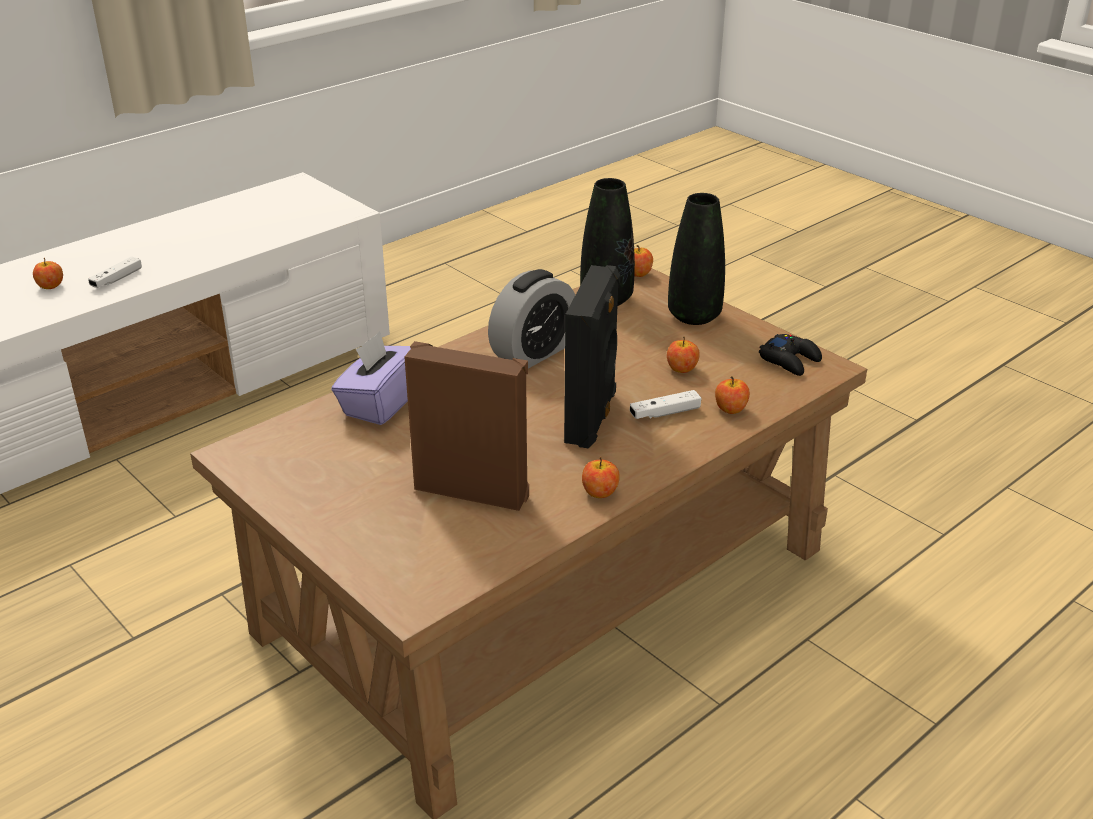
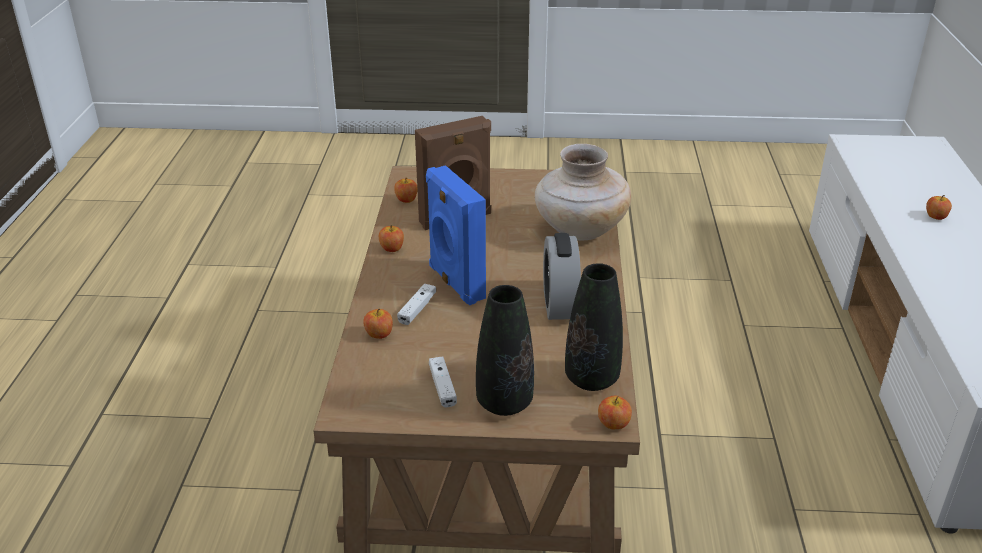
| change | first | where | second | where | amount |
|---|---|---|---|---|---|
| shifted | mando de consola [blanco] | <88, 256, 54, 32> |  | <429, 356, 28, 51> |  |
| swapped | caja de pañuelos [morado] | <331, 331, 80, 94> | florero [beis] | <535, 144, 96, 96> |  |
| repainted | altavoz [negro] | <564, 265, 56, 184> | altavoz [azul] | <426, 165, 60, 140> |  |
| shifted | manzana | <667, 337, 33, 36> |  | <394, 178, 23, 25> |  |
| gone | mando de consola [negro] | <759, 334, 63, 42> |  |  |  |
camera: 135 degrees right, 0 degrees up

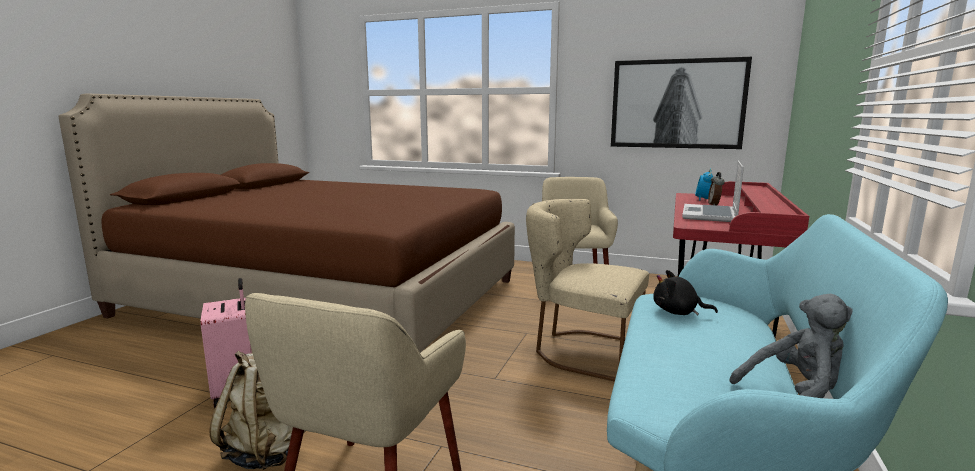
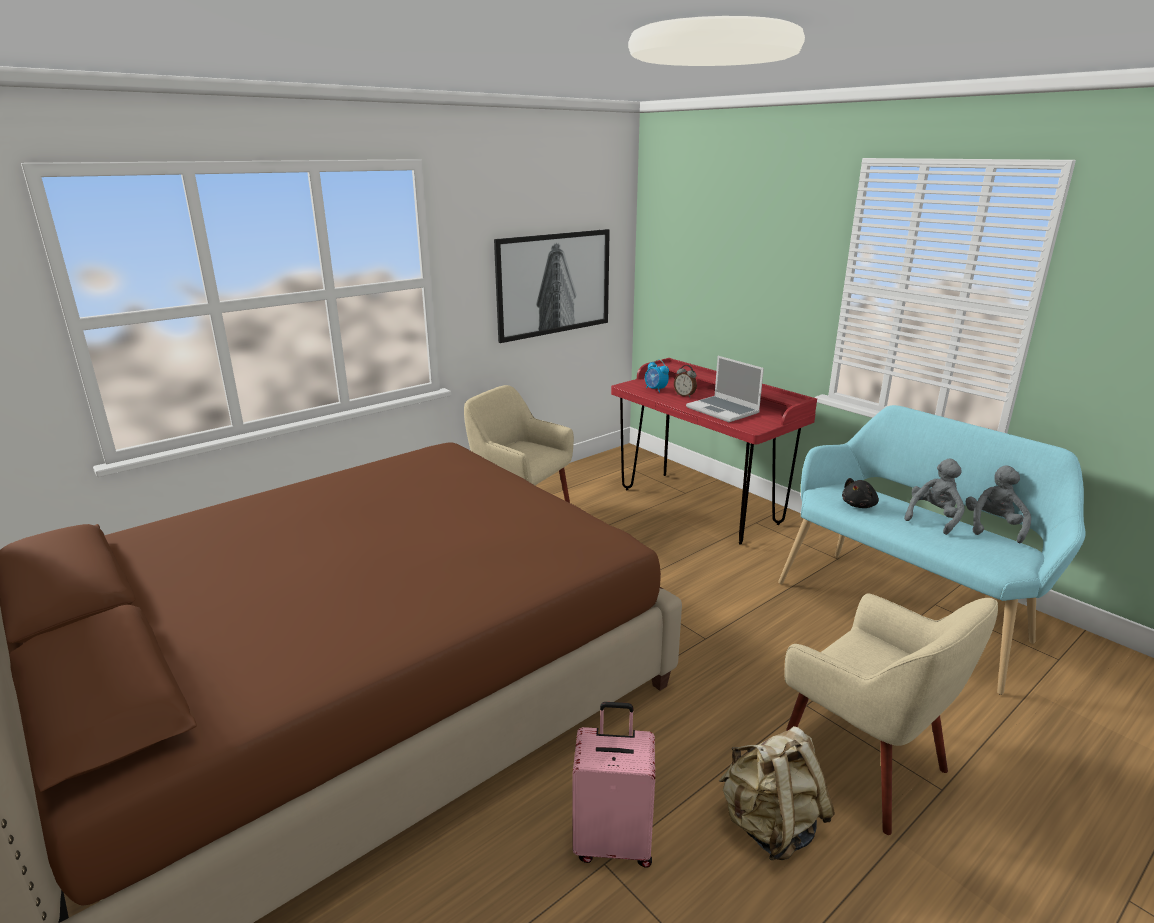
| change | first | where | second | where | amount |
|---|---|---|---|---|---|
| gone | silla [beis] | <526, 199, 123, 183> |  |  |  |
| new |  |  | peluche [gris] | <904, 458, 61, 77> |  |
camera: 60 degrees left, 10 degrees up

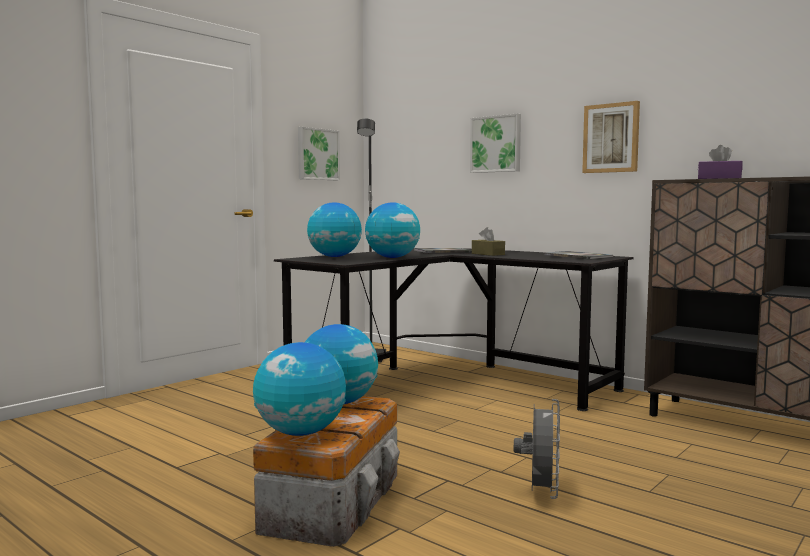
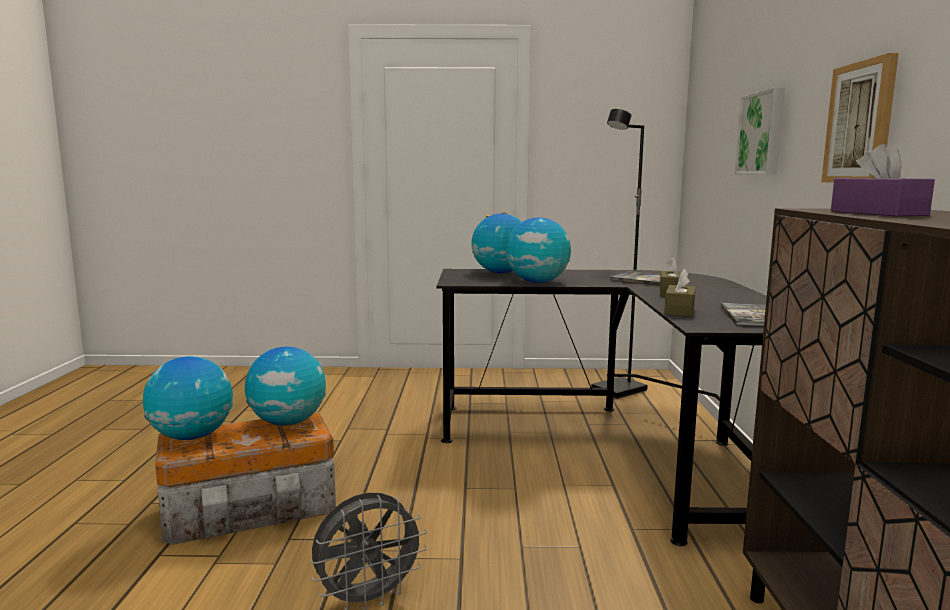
| change | first | where | second | where | amount |
|---|---|---|---|---|---|
| gone | cuadro | <298, 127, 42, 53> |  |  |  |
| new |  |  | caja de pañuelos [marrón] | <664, 269, 32, 48> |  |
camera: 50 degrees right, 5 degrees up

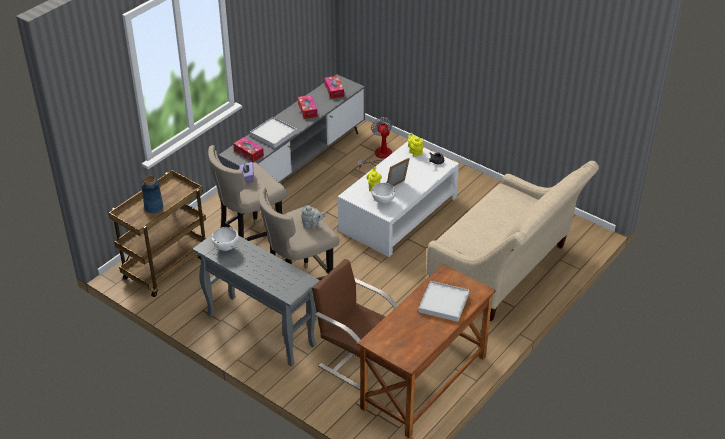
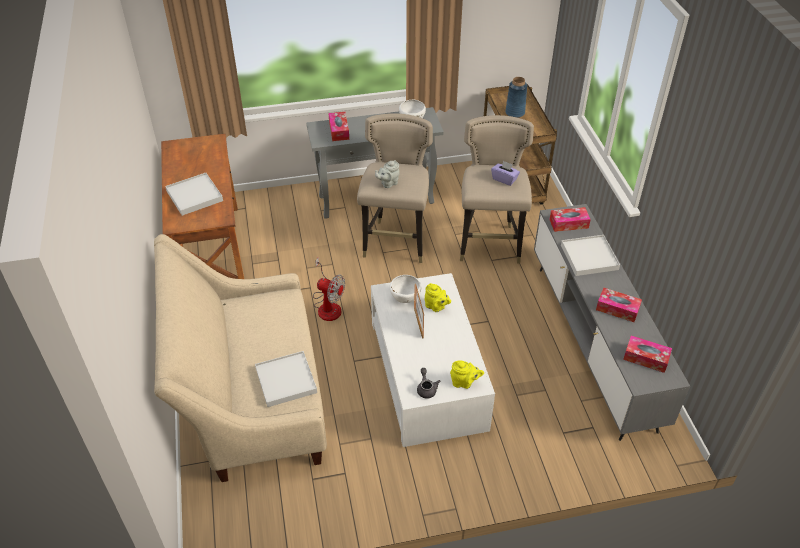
| change | first | where | second | where | amount |
|---|---|---|---|---|---|
| gone | silla [marrón] | <312, 259, 86, 131> |  |  |  |
| shifted | ventilador | <359, 117, 33, 53> |  | <313, 257, 32, 64> |  |
| new |  |  | bandeja [blanco] | <255, 351, 62, 56> |  |
| new |  |  | caja de pañuelos | <328, 112, 21, 29> |  |
camera: 130 degrees right, 5 degrees up

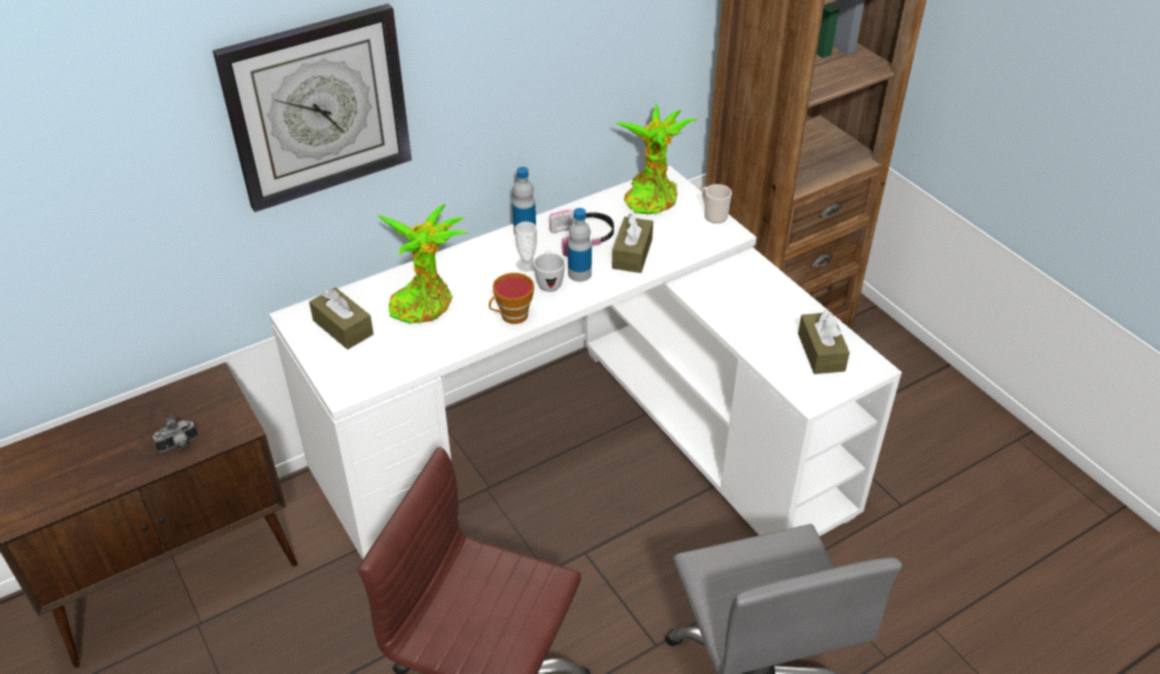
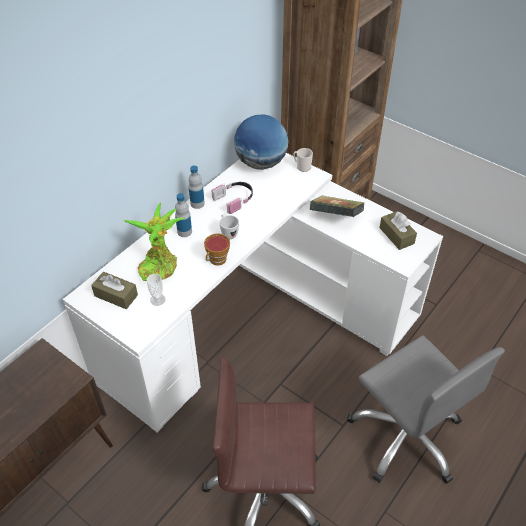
| change | first | where | second | where | amount |
|---|---|---|---|---|---|
| gone | cámara | <153, 415, 45, 37> |  |  |  |
| gone | reloj de pared | <213, 3, 199, 209> |  |  |  |
| shifted | taza | <515, 222, 22, 49> |  | <147, 274, 19, 32> |  |
| shifted | botella | <568, 208, 24, 74> |  | <175, 193, 17, 44> |  |
| gone | caja de pañuelos [marrón] | <612, 213, 41, 60> |  |  |  |
| swapped | planta en maceta | <615, 104, 82, 110> | globo terráqueo | <234, 114, 54, 56> |  |
| new |  |  | libro | <310, 195, 54, 22> |  |
camera: 20 degrees left, 5 degrees up

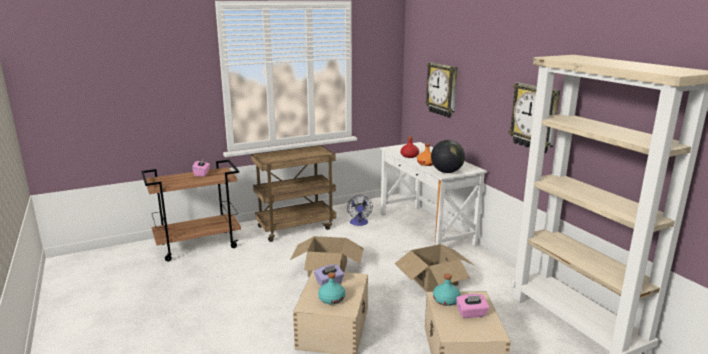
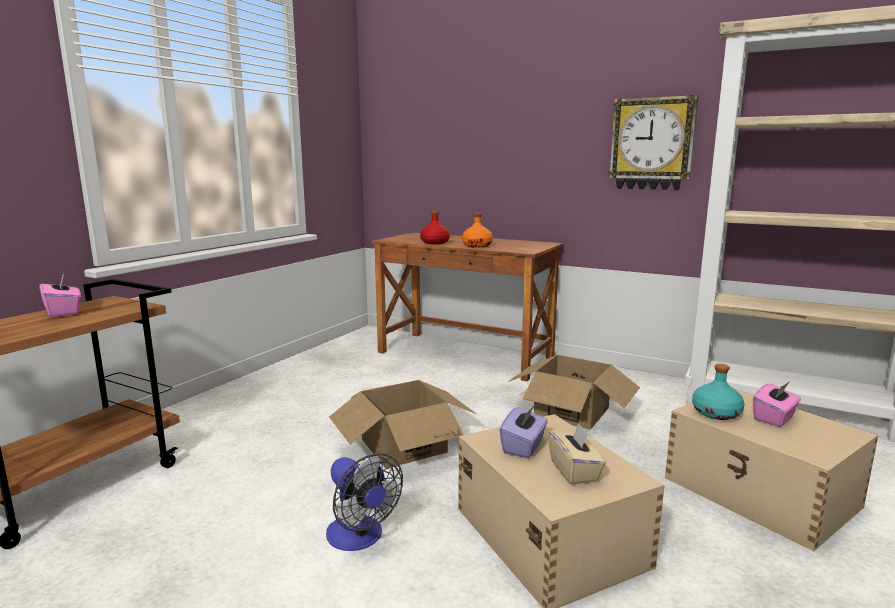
| change | first | where | second | where | amount |
|---|---|---|---|---|---|
| gone | carrito [marrón] | <251, 145, 85, 97> |  |  |  |
| swapped | botella [turquesa] | <318, 272, 27, 33> | caja de pañuelos [beis] | <548, 423, 58, 61> |  |
| shifted | ventilador | <347, 195, 26, 31> |  | <326, 453, 77, 98> |  |
| repainted | escritorio [blanco] | <380, 142, 107, 104> | escritorio [marrón] | <371, 232, 192, 149> |  |
| gone | reloj de pared | <425, 62, 33, 56> |  |  |  |
| gone | globo terráqueo | <431, 140, 34, 33> |  |  |  |
camera: 35 degrees left, 5 degrees down

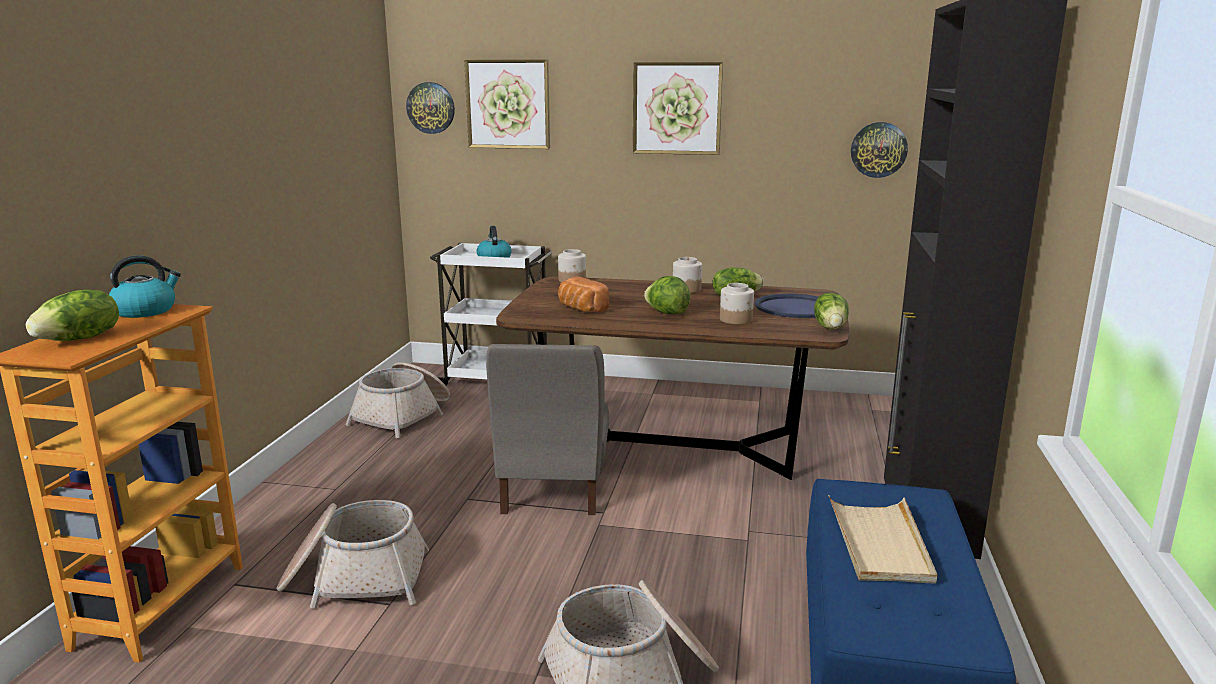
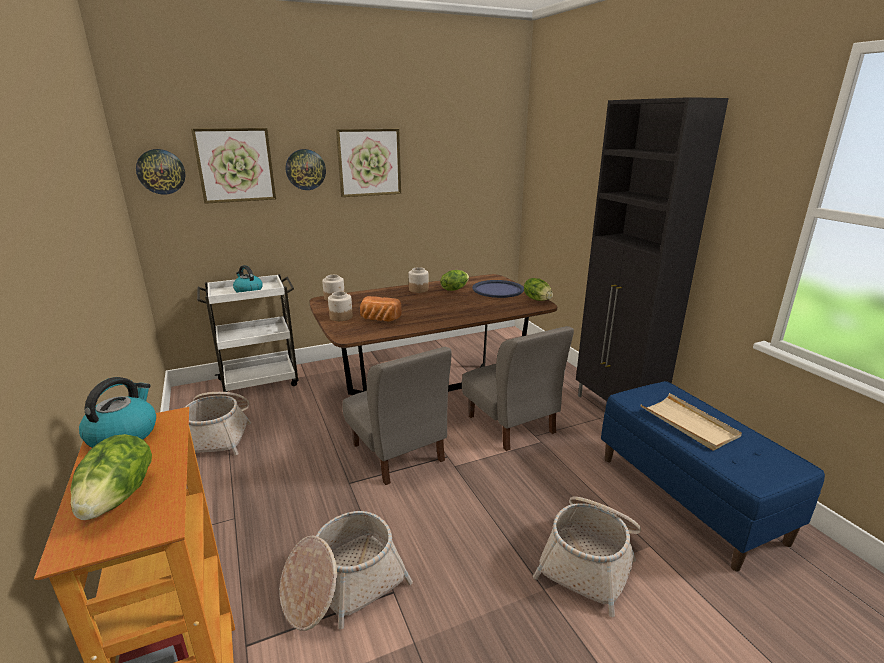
| change | first | where | second | where | amount |
|---|---|---|---|---|---|
| gone | lechuga | <644, 276, 47, 38> |  |  |  |
| shifted | tarro | <720, 283, 34, 41> |  | <328, 291, 25, 30> |  |
| shifted | reloj de pared | <851, 122, 57, 56> |  | <286, 149, 40, 41> |  |
| new |  |  | silla [gris] | <462, 326, 112, 125> |  |
camera: 35 degrees left, 5 degrees up

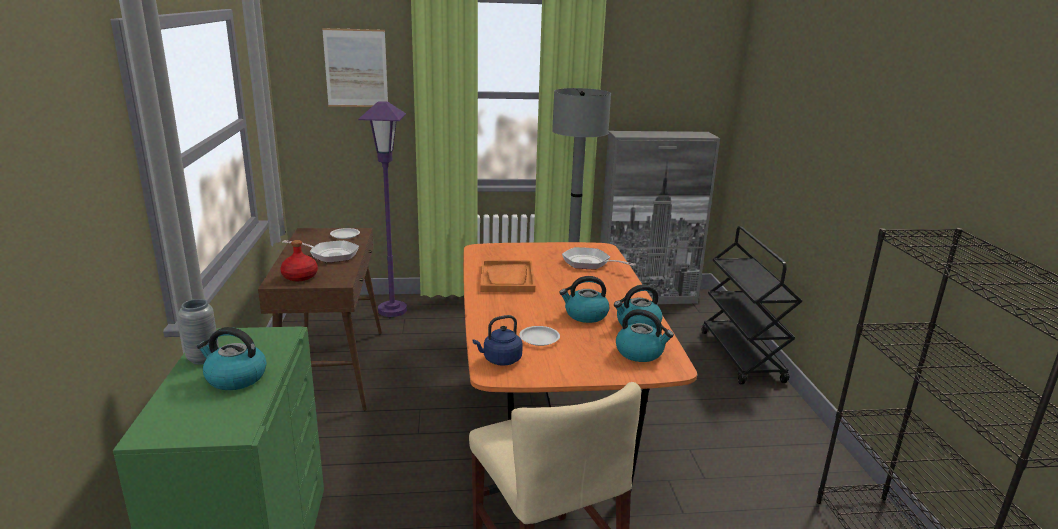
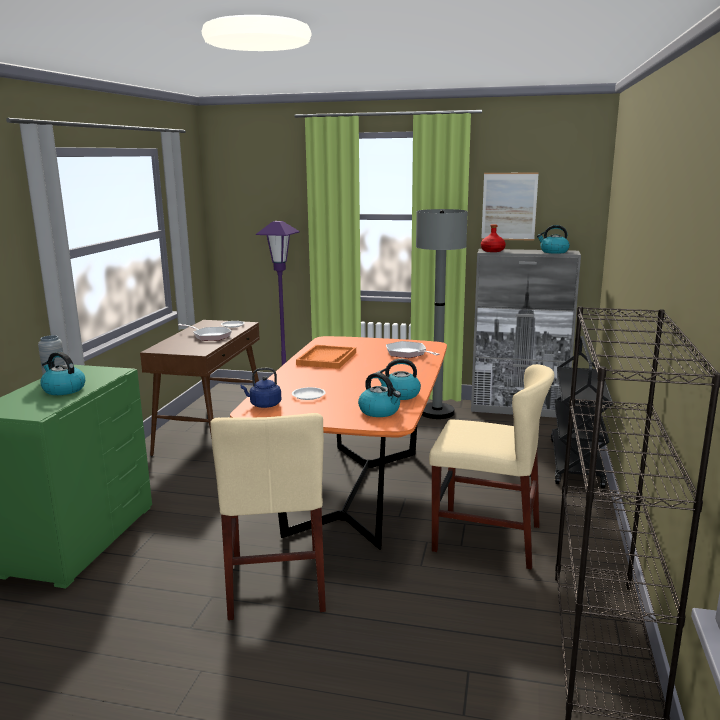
| change | first | where | second | where | amount |
|---|---|---|---|---|---|
| shifted | botella [rojo] | <280, 240, 38, 41> |  | <481, 224, 25, 28> |  |
| shifted | cuadro | <322, 28, 66, 79> |  | <481, 172, 58, 69> |  |
| shifted | hervidor | <559, 276, 50, 47> |  | <537, 225, 33, 29> |  |
| new |  |  | silla [beis] | <429, 364, 125, 206> |  |
camera: 20 degrees right, 5 degrees down

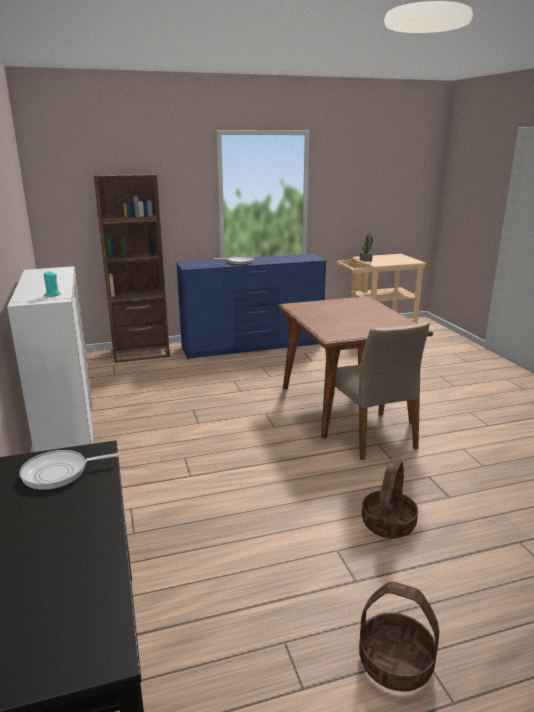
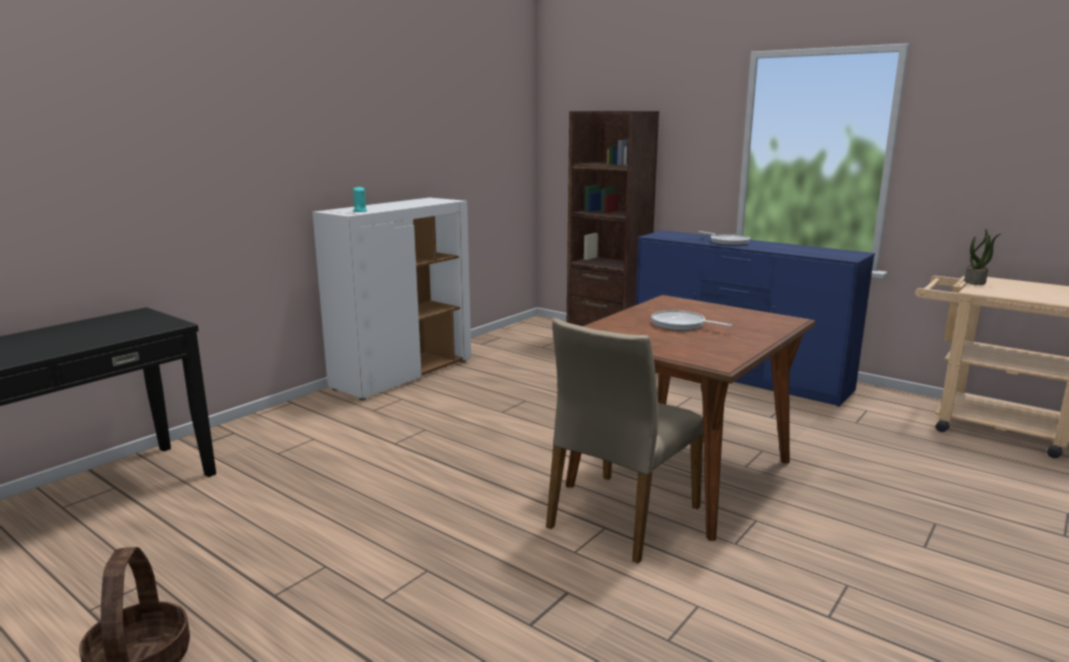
| change | first | where | second | where | amount |
|---|---|---|---|---|---|
| shifted | sartén | <19, 450, 101, 40> |  | <651, 310, 81, 21> |  |
| gone | cesta | <362, 459, 56, 79> |  |  |  |
camera: 55 degrees right, 5 degrees down

